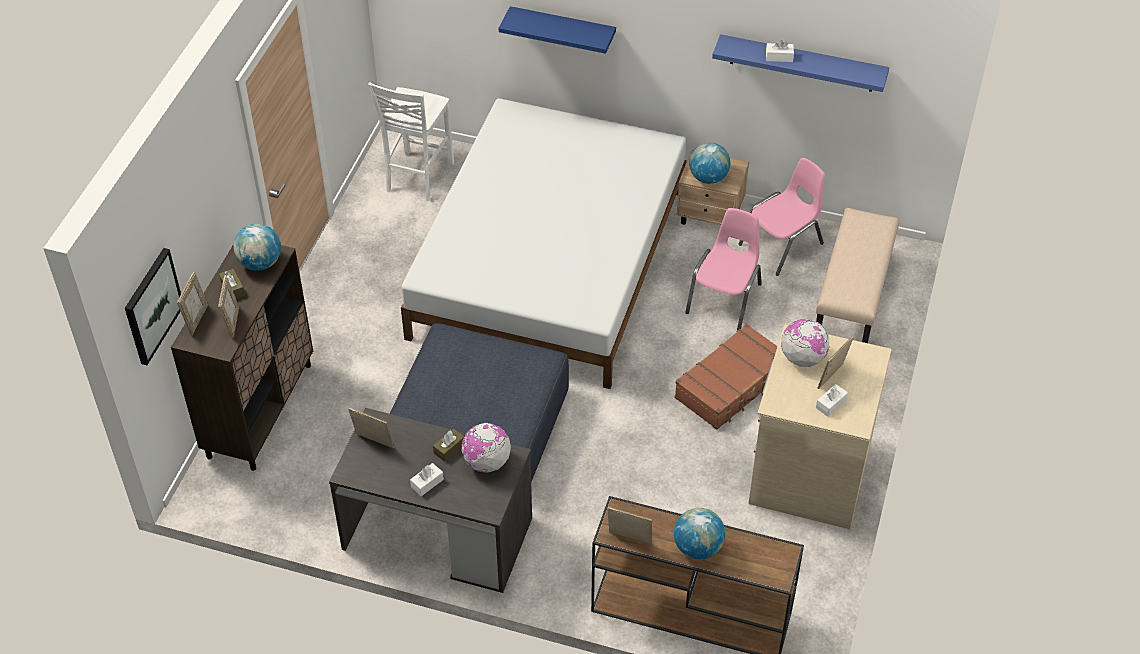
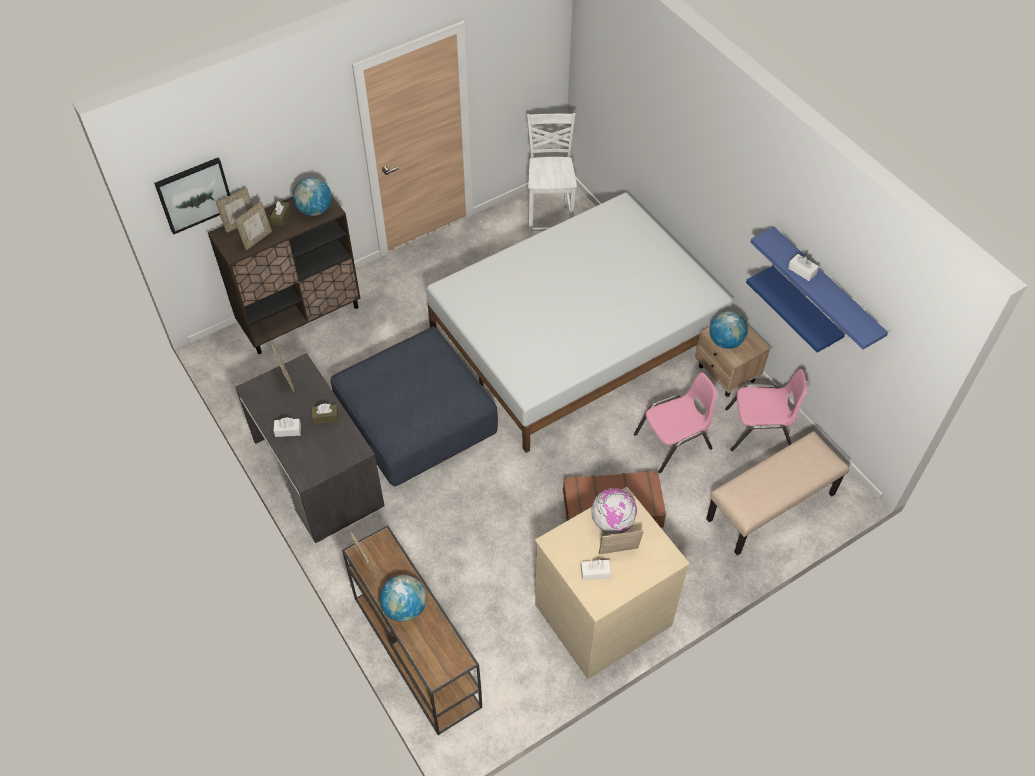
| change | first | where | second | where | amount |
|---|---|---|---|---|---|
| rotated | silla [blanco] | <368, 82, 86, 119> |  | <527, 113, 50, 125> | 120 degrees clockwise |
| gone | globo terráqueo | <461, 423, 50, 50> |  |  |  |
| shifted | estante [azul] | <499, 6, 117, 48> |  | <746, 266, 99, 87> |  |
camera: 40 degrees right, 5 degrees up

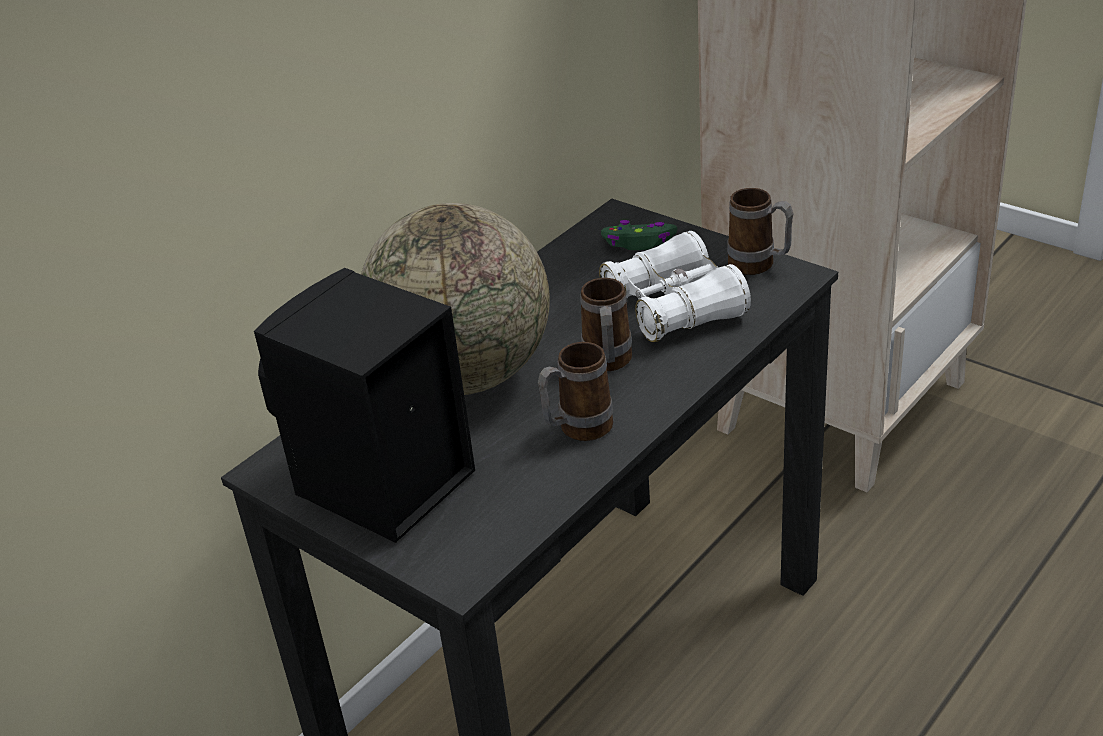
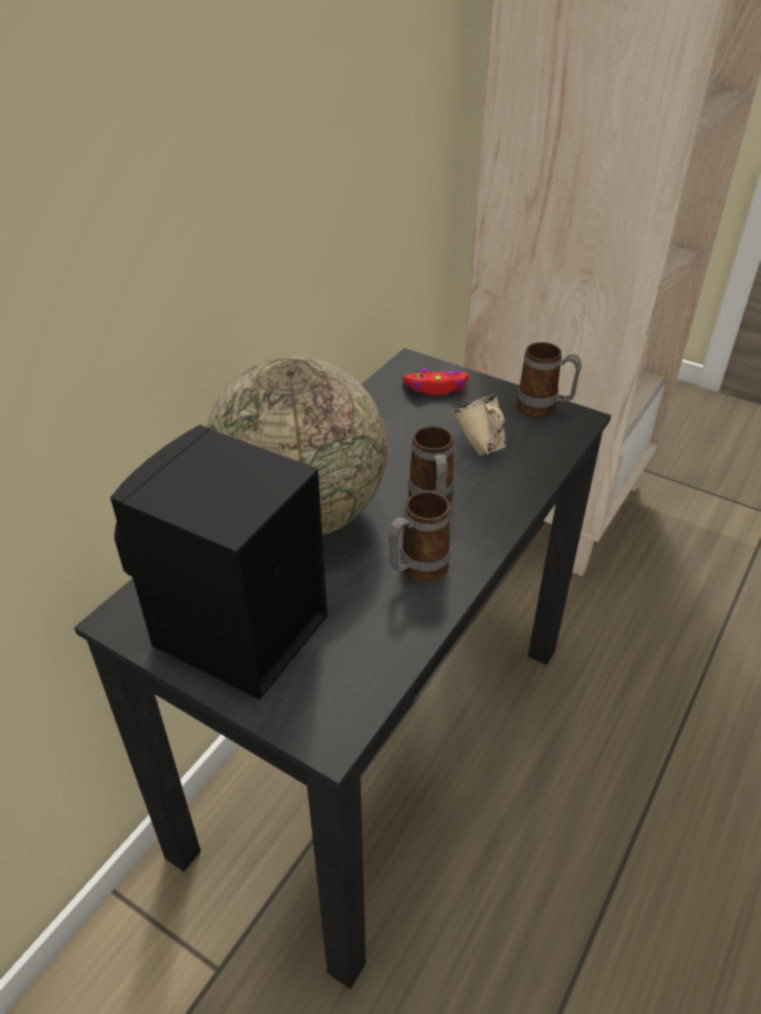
| change | first | where | second | where | amount |
|---|---|---|---|---|---|
| swapped | prismáticos [blanco] | <599, 231, 152, 111> | taza grande [beis] | <453, 394, 53, 62> |  |
| repainted | mando de consola [verde] | <601, 220, 76, 30> | mando de consola [rojo] | <403, 368, 66, 27> |  |
camera: 10 degrees left, 5 degrees up

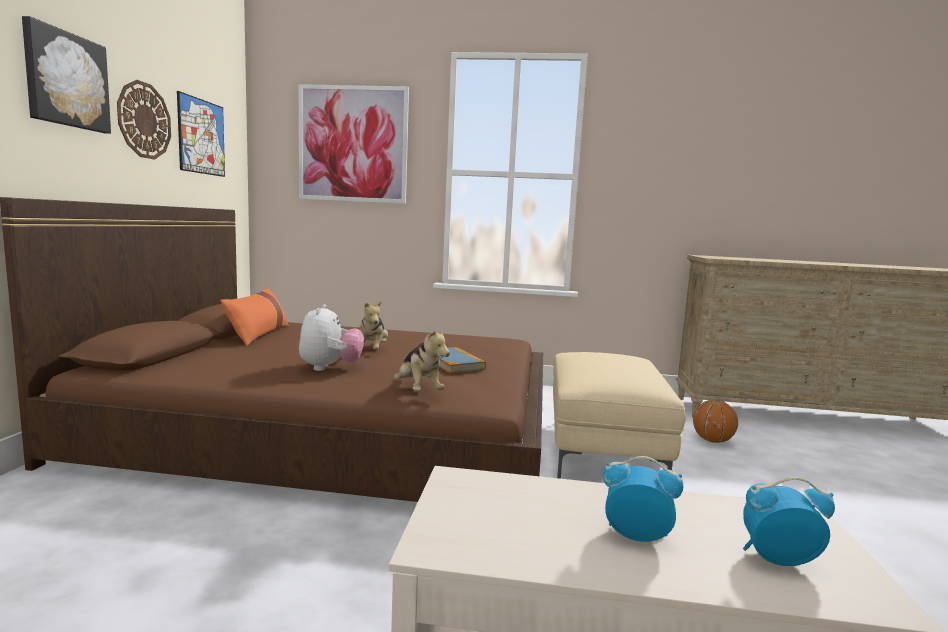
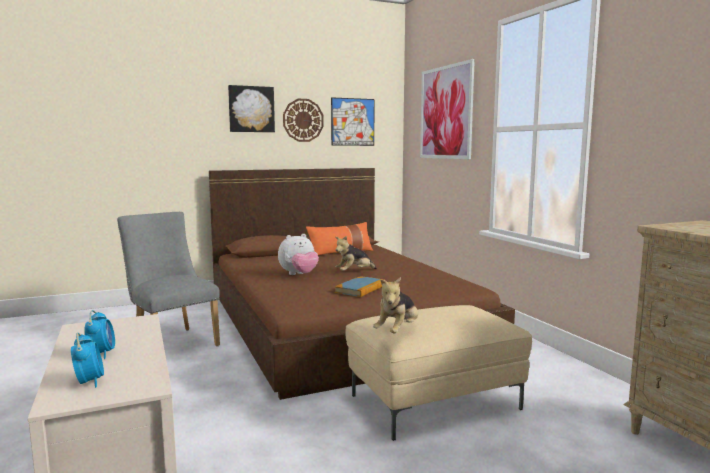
| change | first | where | second | where | amount |
|---|---|---|---|---|---|
| shifted | peluche | <394, 326, 56, 65> |  | <373, 277, 45, 56> |  |
| gone | balón de baloncesto | <693, 400, 45, 43> |  |  |  |
| new |  |  | silla [gris] | <117, 212, 103, 134> |  |
camera: 60 degrees right, 0 degrees up

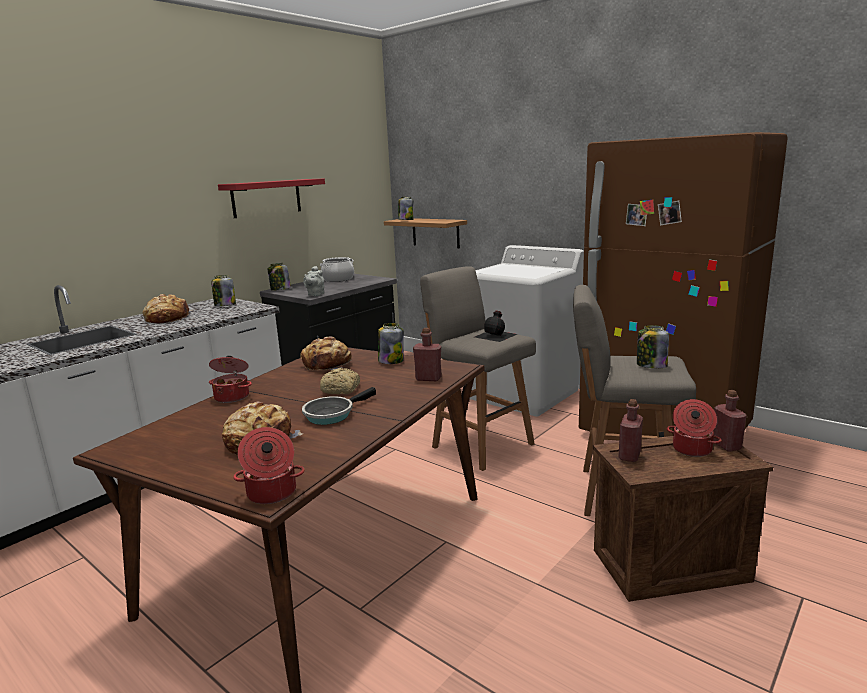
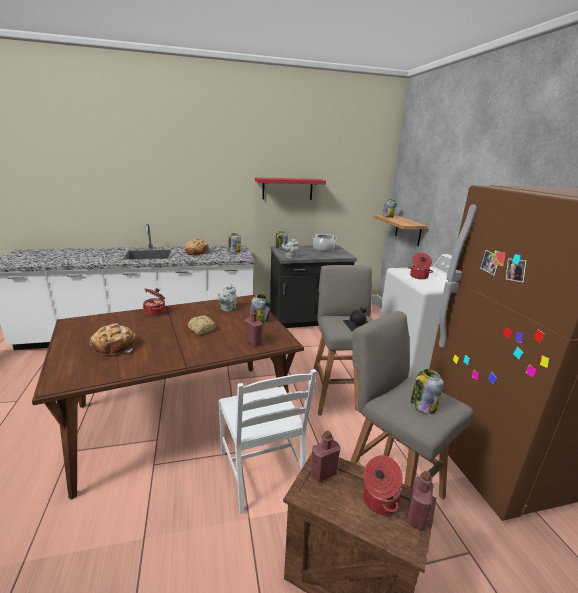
| change | first | where | second | where | amount |
|---|---|---|---|---|---|
| shifted | olla | <233, 427, 72, 77> |  | <408, 252, 26, 27> |  |
| swapped | pan | <300, 337, 52, 34> | tetera [gris] | <217, 284, 20, 28> |  |
| gone | sartén | <302, 387, 74, 38> |  |  |  |
| new |  |  | silla [blanco] | <219, 369, 98, 145> |  |
camera: 35 degrees right, 5 degrees up

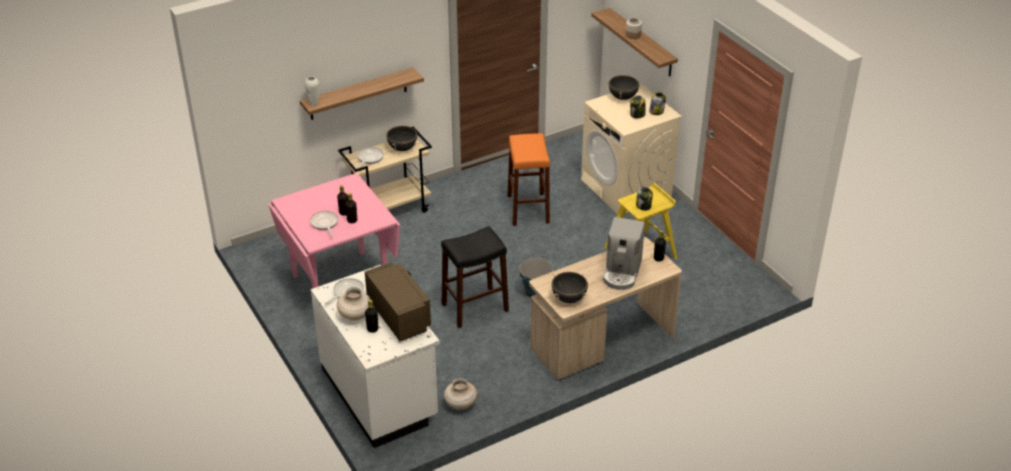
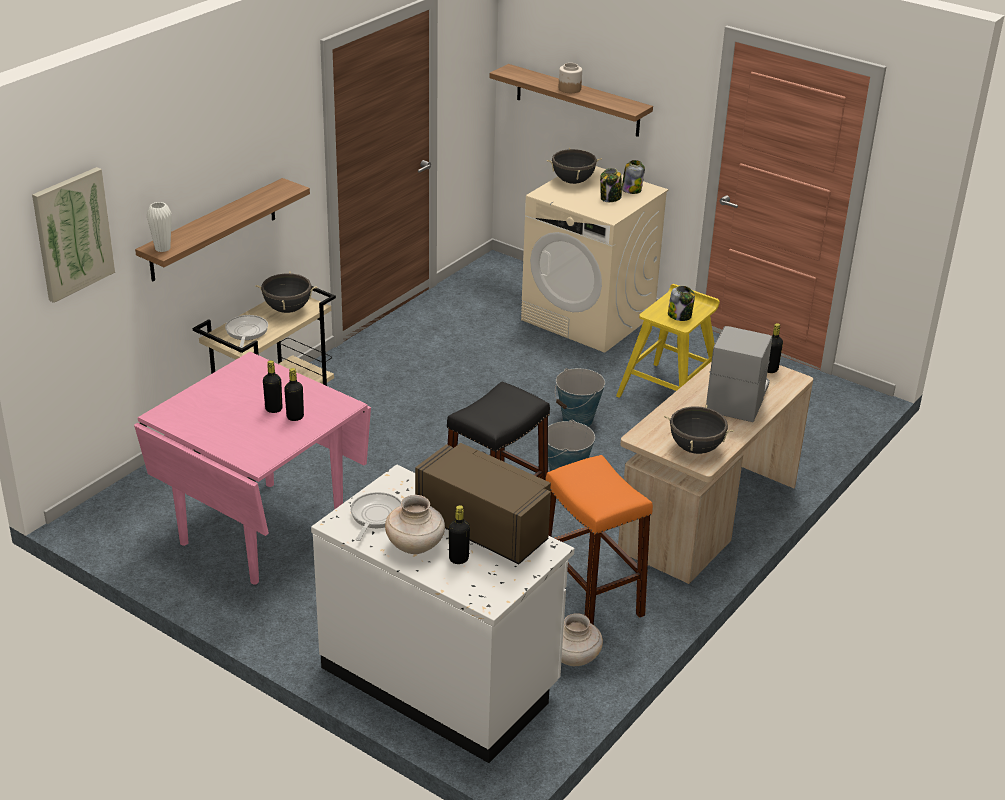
| change | first | where | second | where | amount |
|---|---|---|---|---|---|
| gone | sartén | <310, 211, 28, 25> |  |  |  |
| shifted | taburete [naranja] | <507, 134, 43, 92> |  | <546, 455, 107, 170> |  |
| rotated | cafetera | <603, 217, 42, 73> |  | <706, 326, 66, 96> | 150 degrees counterclockwise |
| new |  |  | cuadro | <32, 167, 83, 136> |  |
| new |  |  | cubo | <555, 368, 50, 59> |  |
camera: 25 degrees left, 5 degrees down

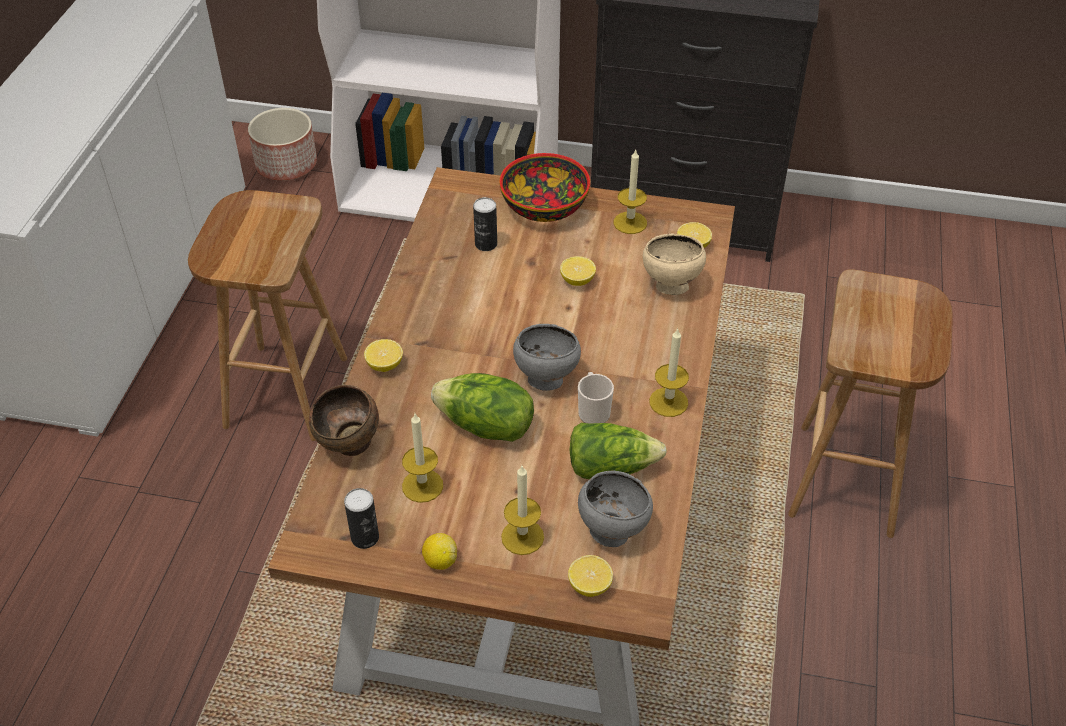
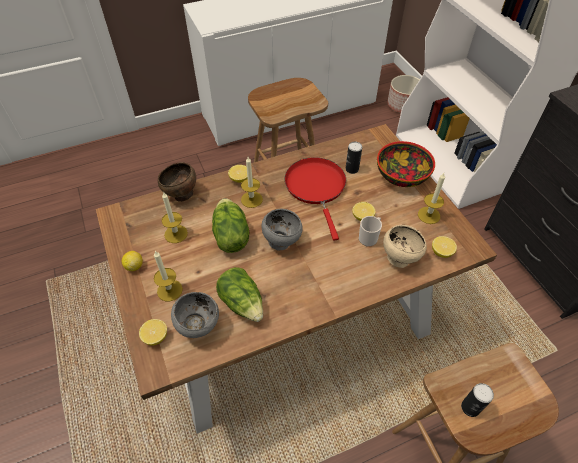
| change | first | where | second | where | amount |
|---|---|---|---|---|---|
| shifted | lata | <344, 488, 35, 61> |  | <461, 383, 33, 34> |  |
| shifted | taza grande | <578, 372, 36, 52> |  | <359, 216, 23, 31> |  |
| shifted | vela | <649, 328, 40, 89> |  | <241, 157, 22, 51> |  |
| new |  |  | sartén [rojo] | <284, 157, 62, 84> |  |
camera: 55 degrees right, 5 degrees up

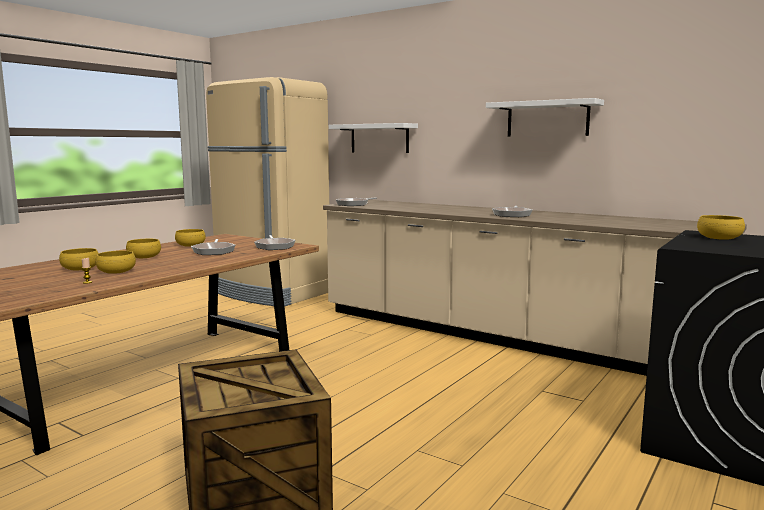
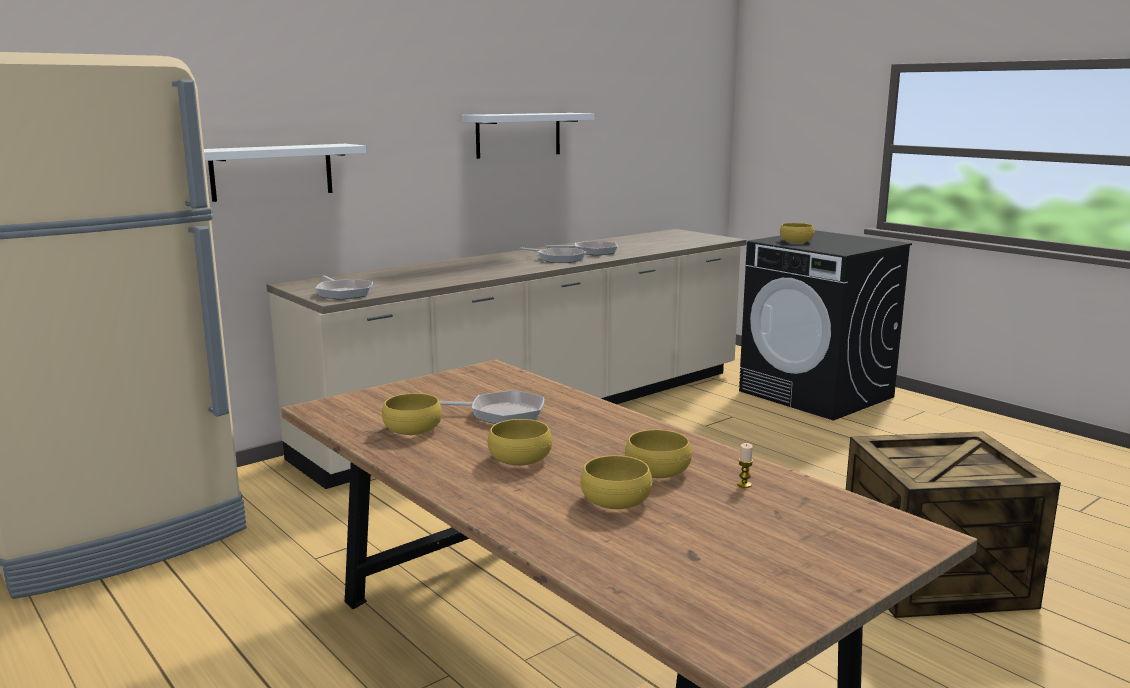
| change | first | where | second | where | amount |
|---|---|---|---|---|---|
| shifted | sartén | <254, 235, 42, 15> |  | <547, 241, 71, 14> |  |
camera: 75 degrees left, 5 degrees up

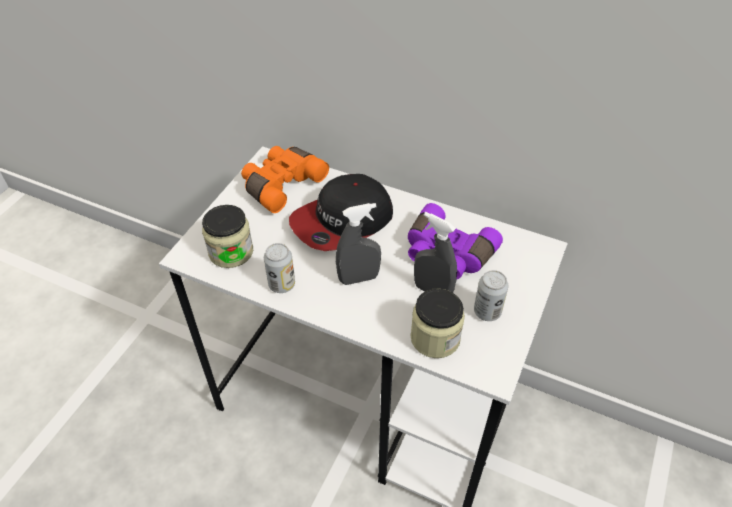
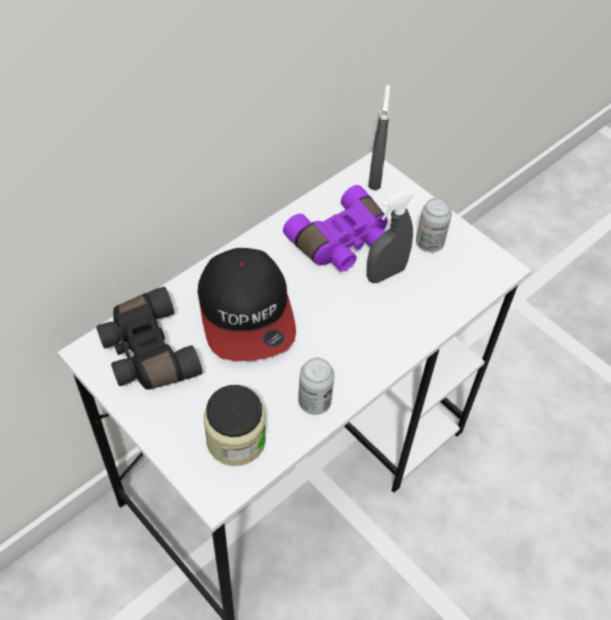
| change | first | where | second | where | amount |
|---|---|---|---|---|---|
| repainted | prismáticos [naranja] | <241, 146, 88, 67> | prismáticos [negro] | <96, 287, 107, 103> |  |
| shifted | pulverizador [gris] | <336, 203, 45, 82> |  | <368, 85, 23, 105> |  |
| gone | tarro | <411, 289, 54, 69> |  |  |  |
camera: 70 degrees left, 5 degrees up

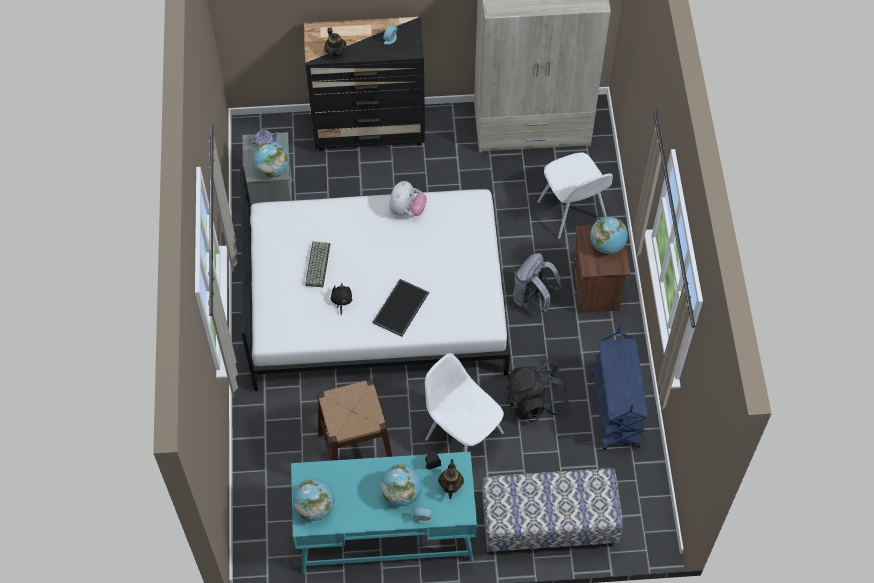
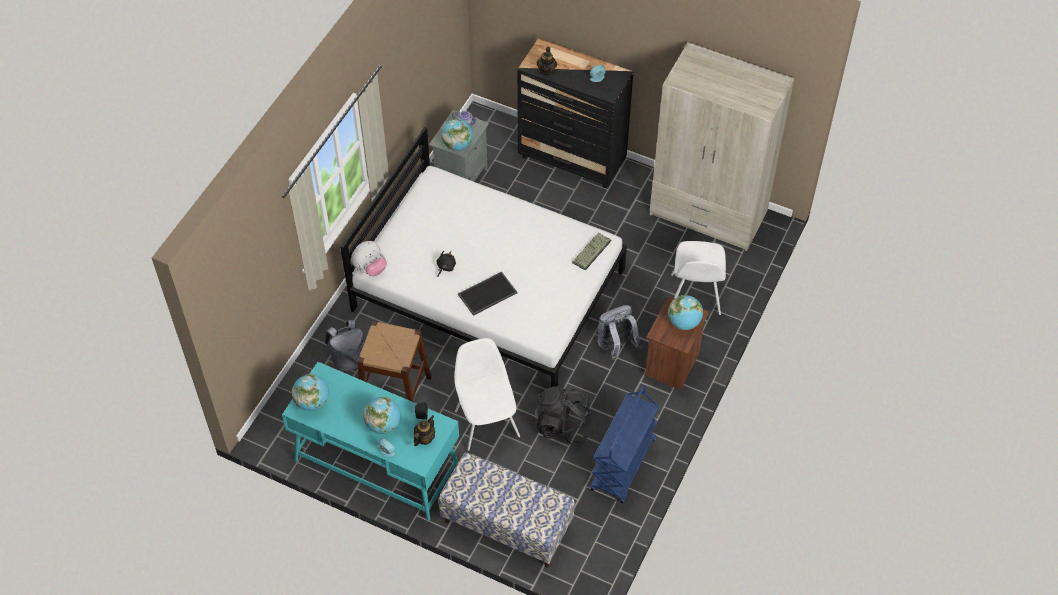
| change | first | where | second | where | amount |
|---|---|---|---|---|---|
| shifted | teclado | <305, 242, 25, 45> |  | <572, 233, 40, 38> |  |
| shifted | peluche | <389, 181, 38, 35> |  | <351, 241, 36, 35> |  |
| new |  |  | mochila [gris] | <325, 320, 39, 52> |  |
camera: 30 degrees right, 5 degrees down

